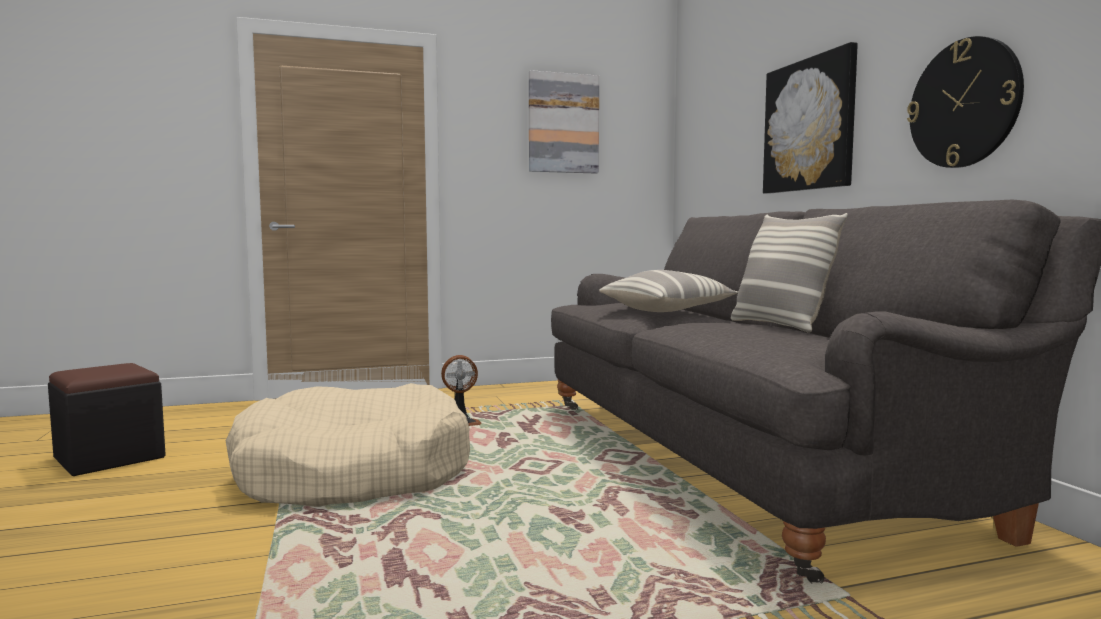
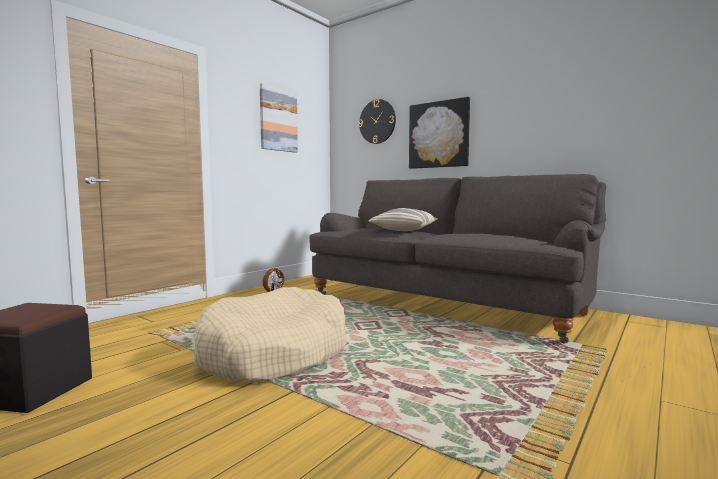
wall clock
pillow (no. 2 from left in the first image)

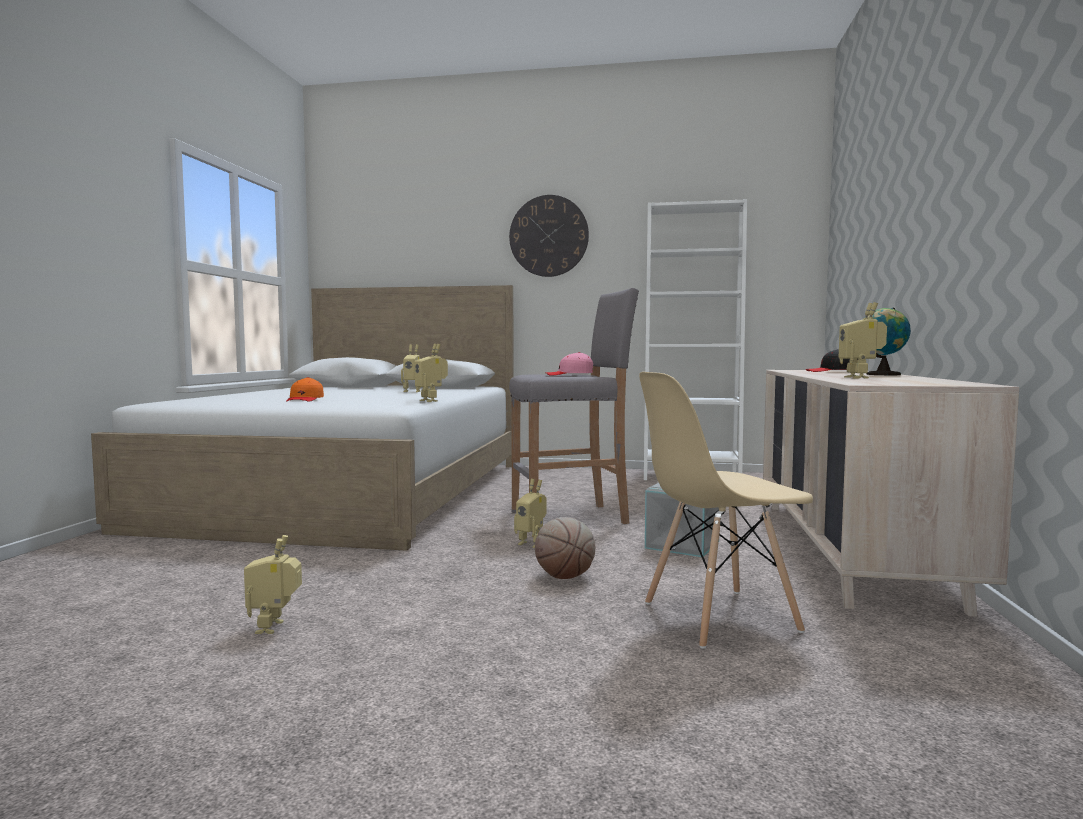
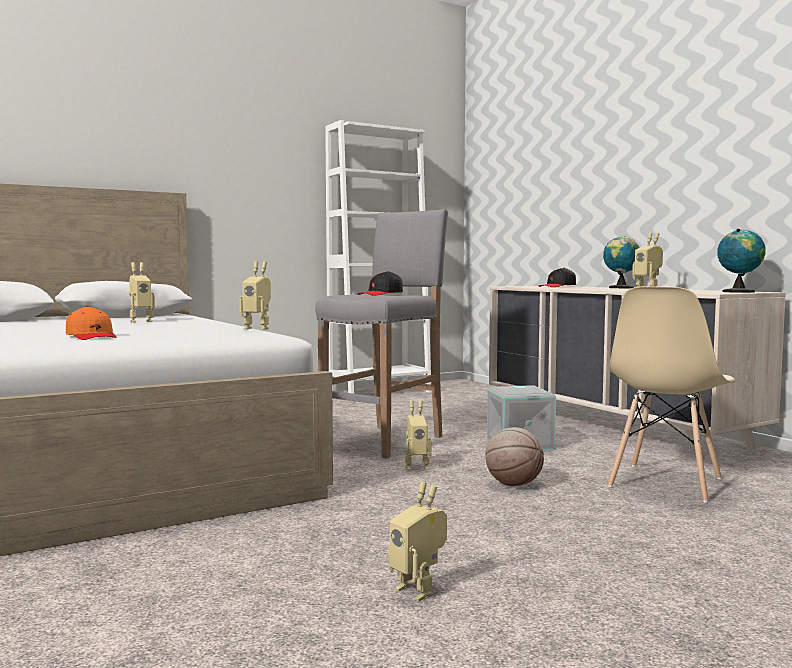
black cap (no. 1 from left)
globe (no. 2 from left)
wall clock

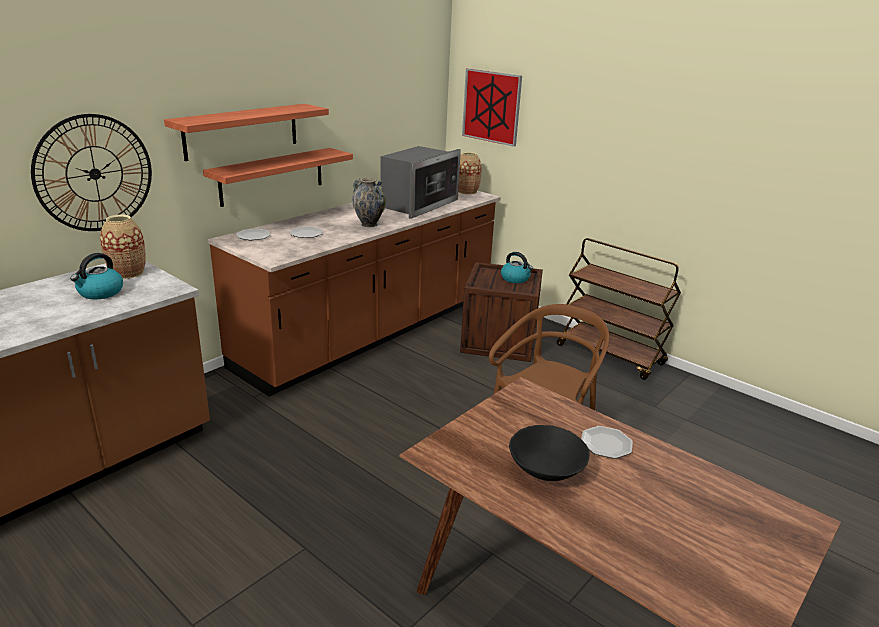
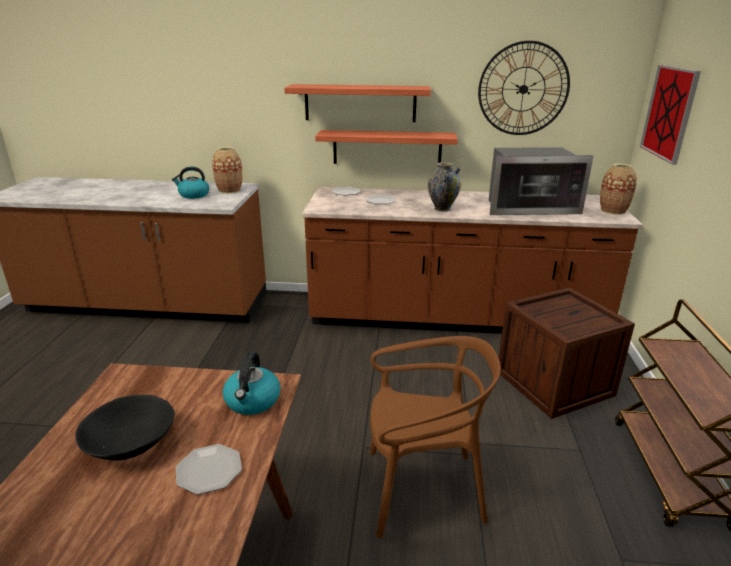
kettle (no. 2 from left)
wall clock

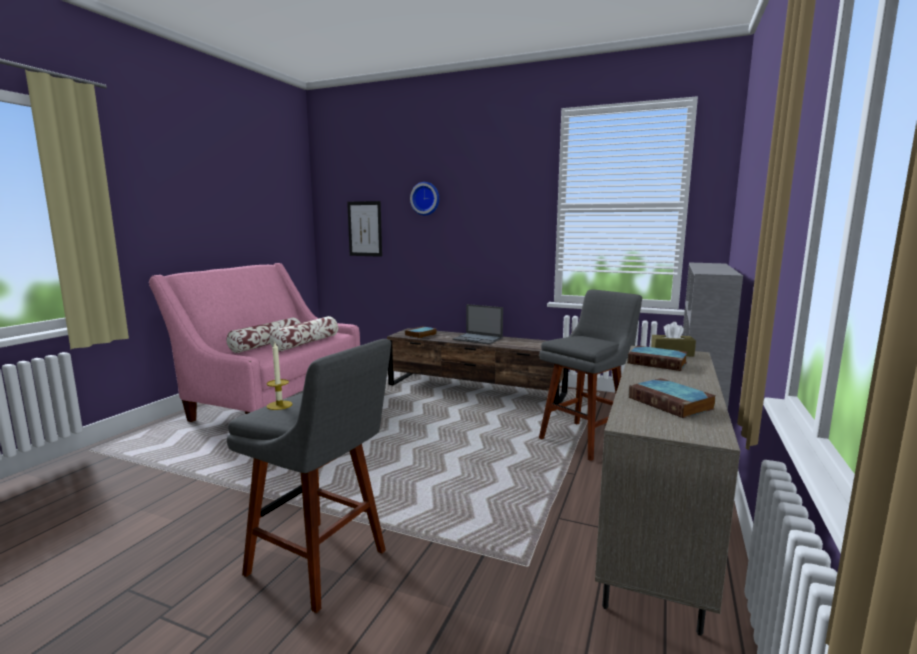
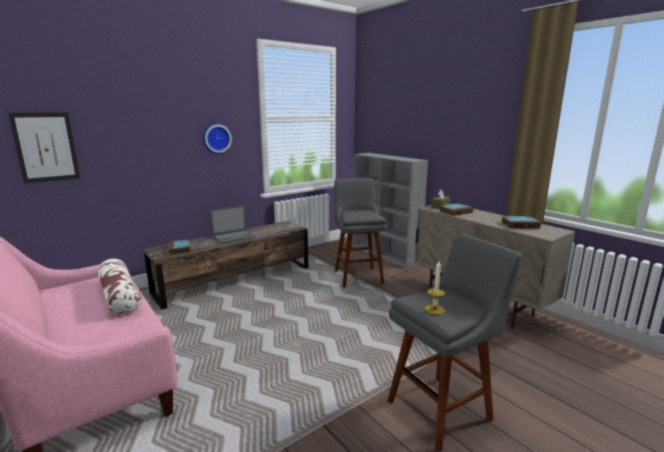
wall clock
pillow (no. 1 from left in the first image)

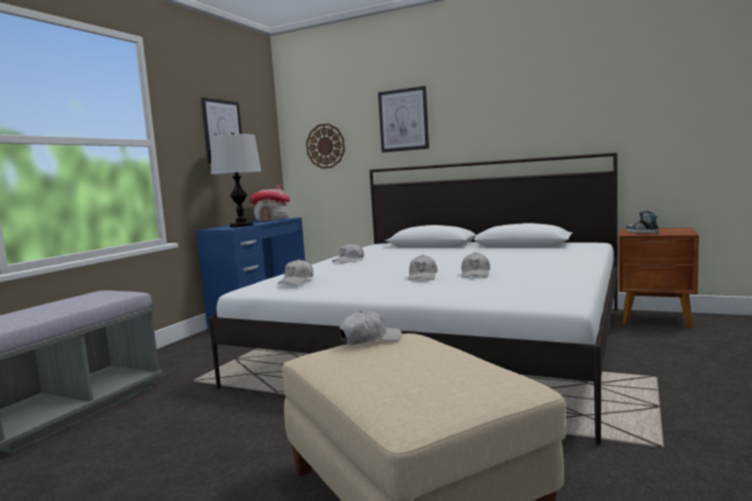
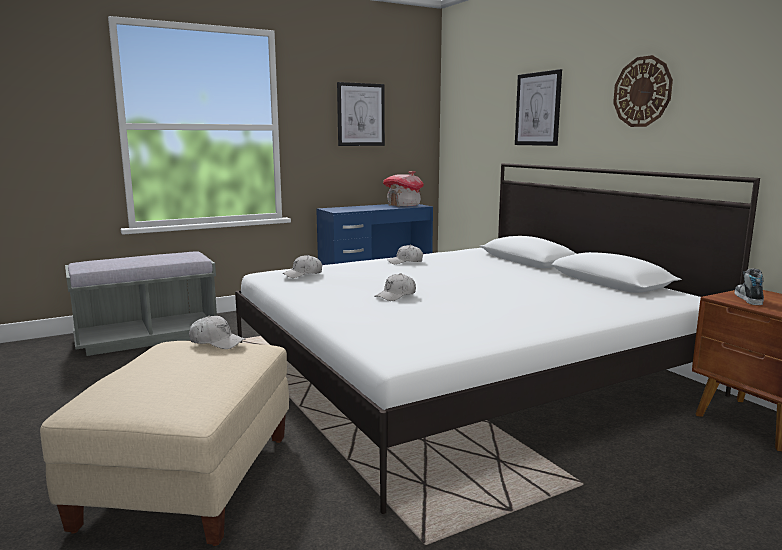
wall clock
table lamp
white cap (no. 5 from left in the first image)

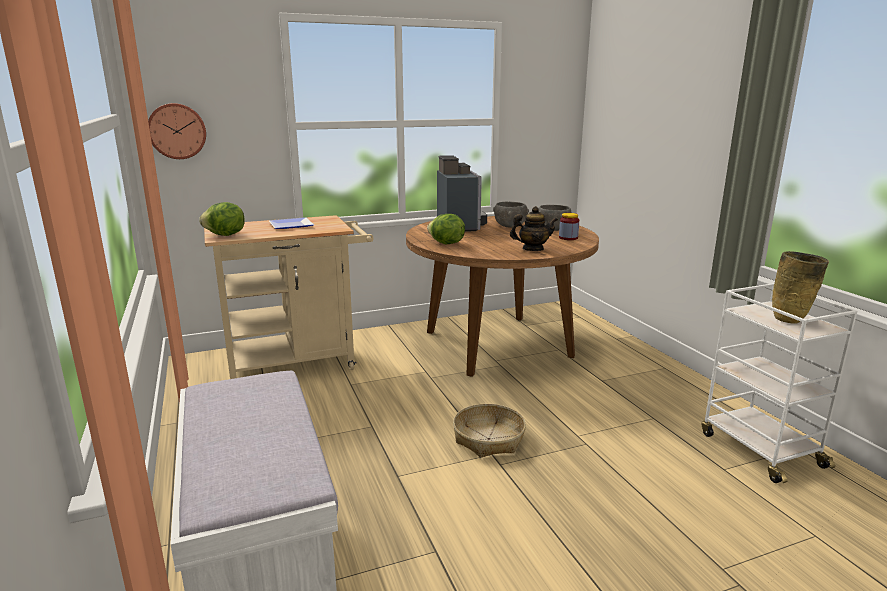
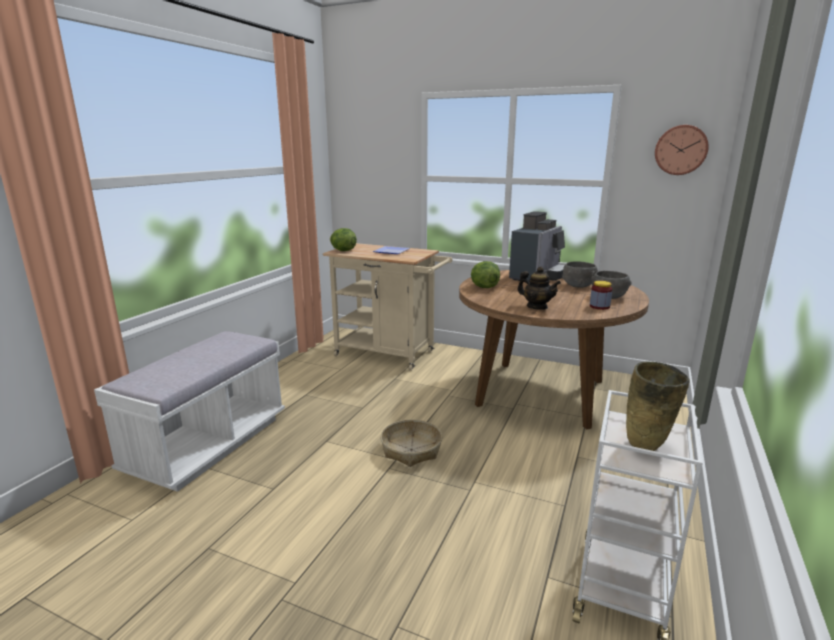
wall clock

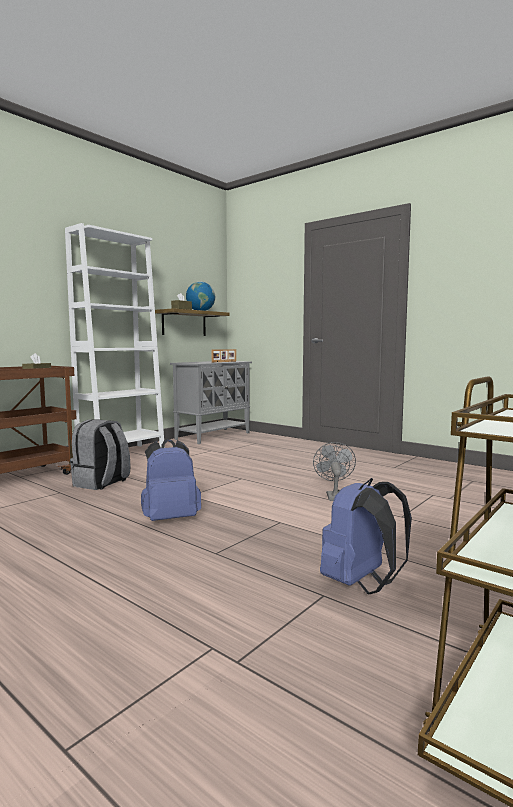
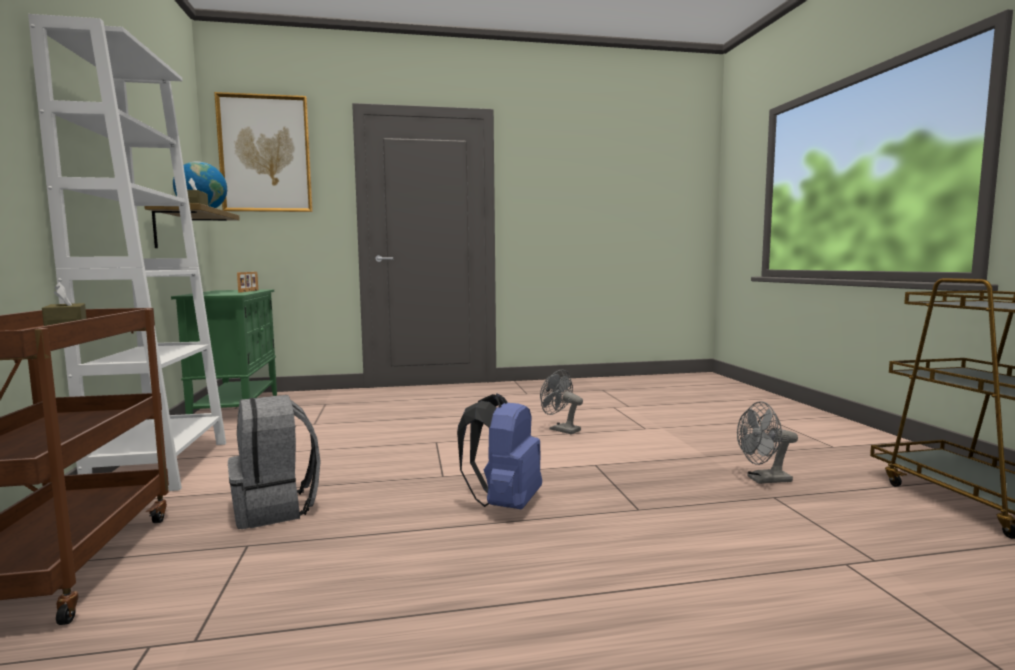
green cabinet
picture
grey fan (no. 2 from left)

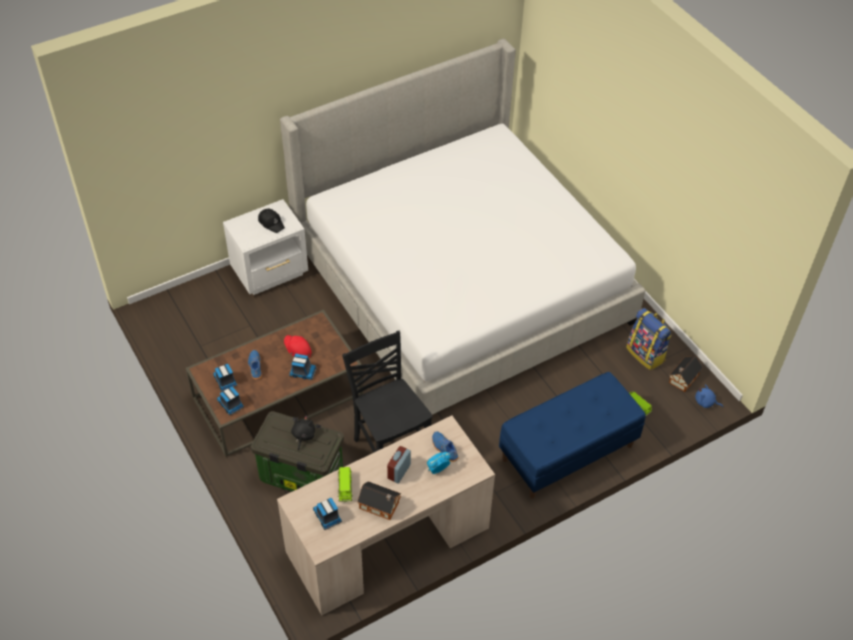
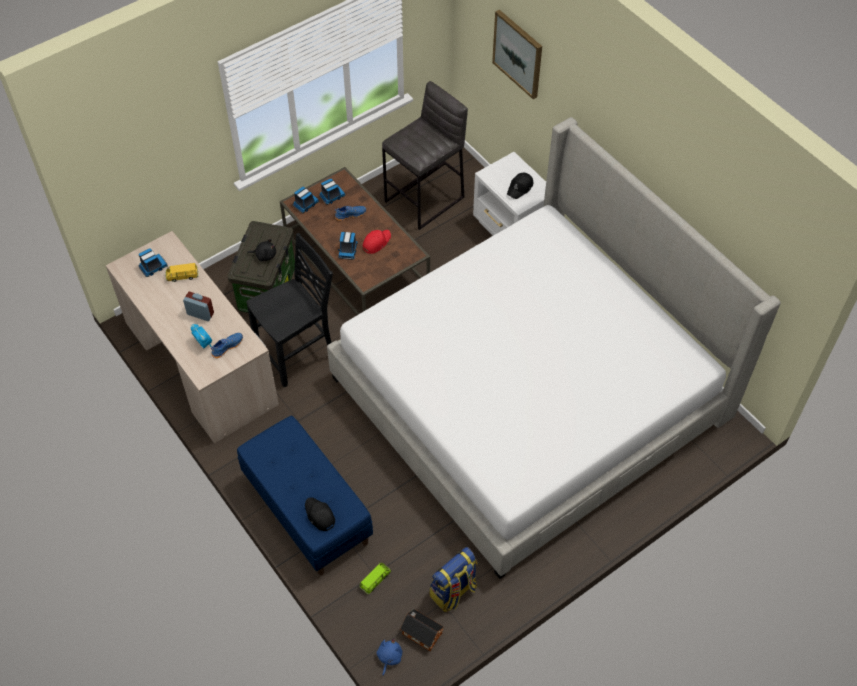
yellow toy car
black cap (no. 1 from left)
grey stool
picture
toy house (no. 1 from left in the first image)

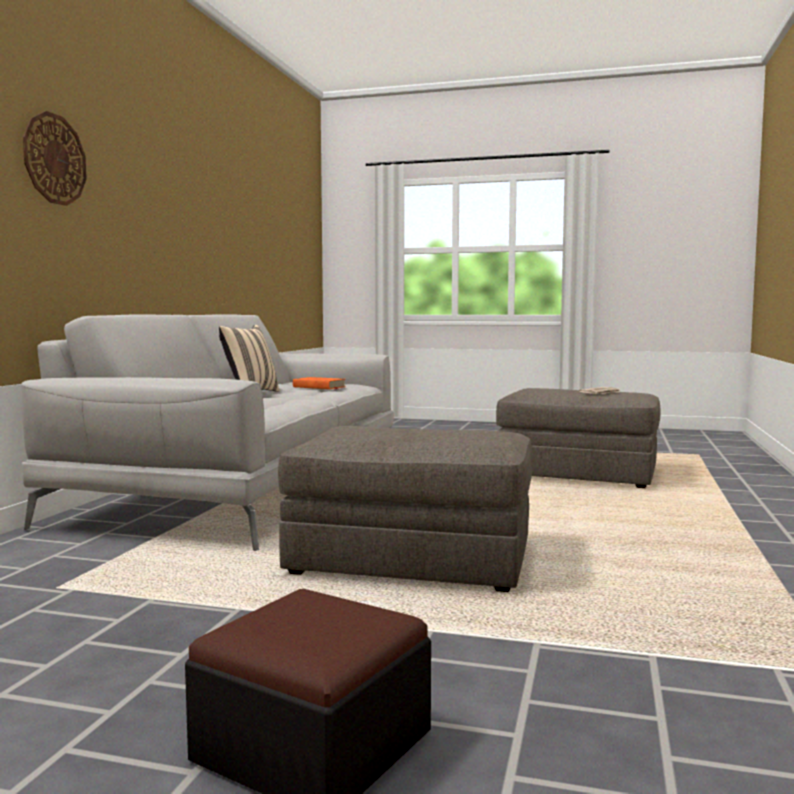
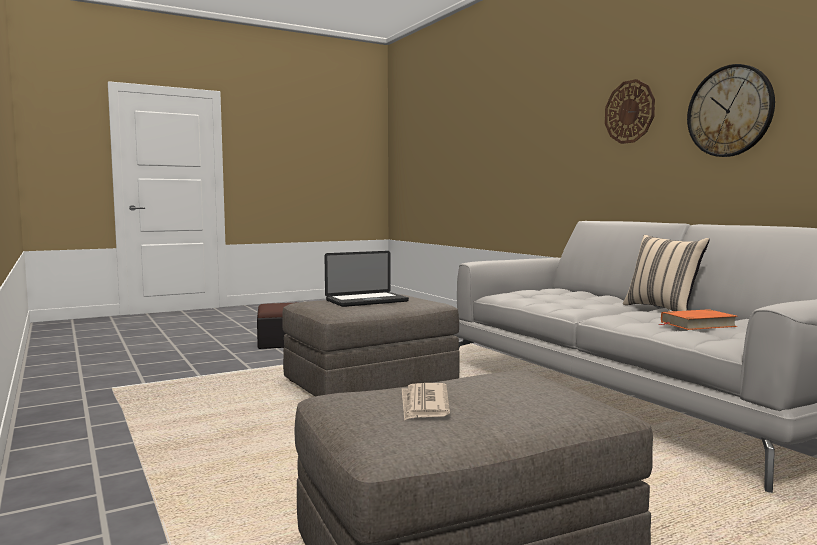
laptop
wall clock (no. 2 from left)

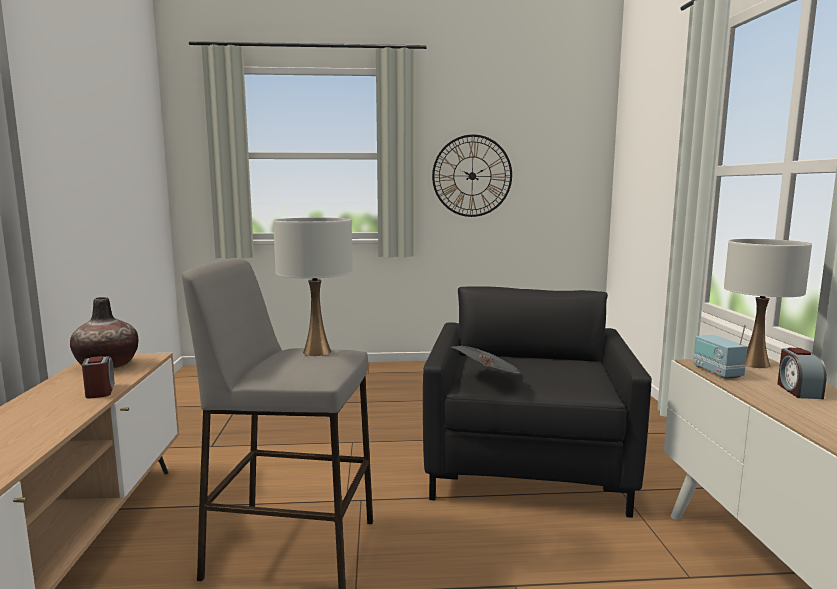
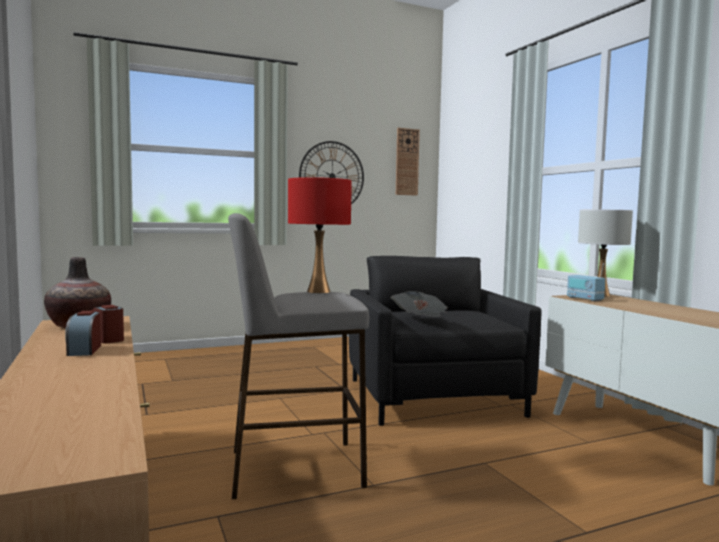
alarm clock (no. 1 from left)
red table lamp
wall clock (no. 2 from left)

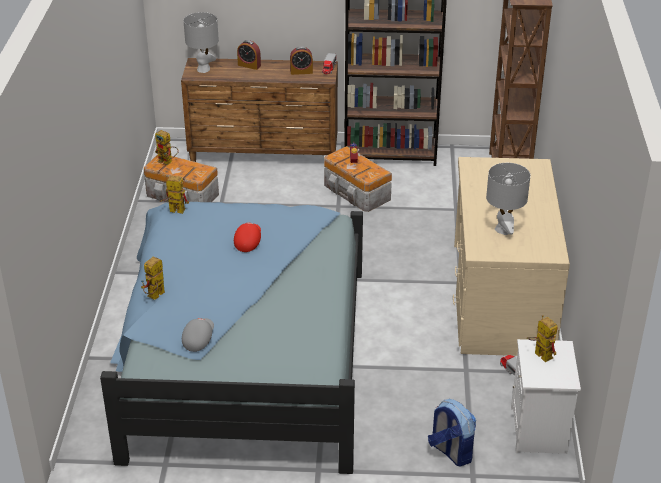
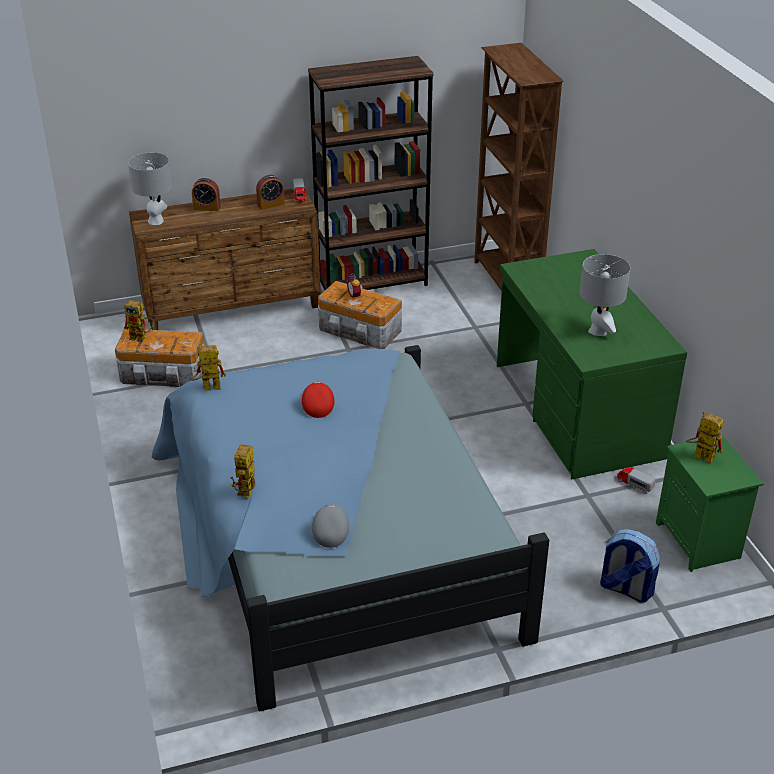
green desk
green nightstand

